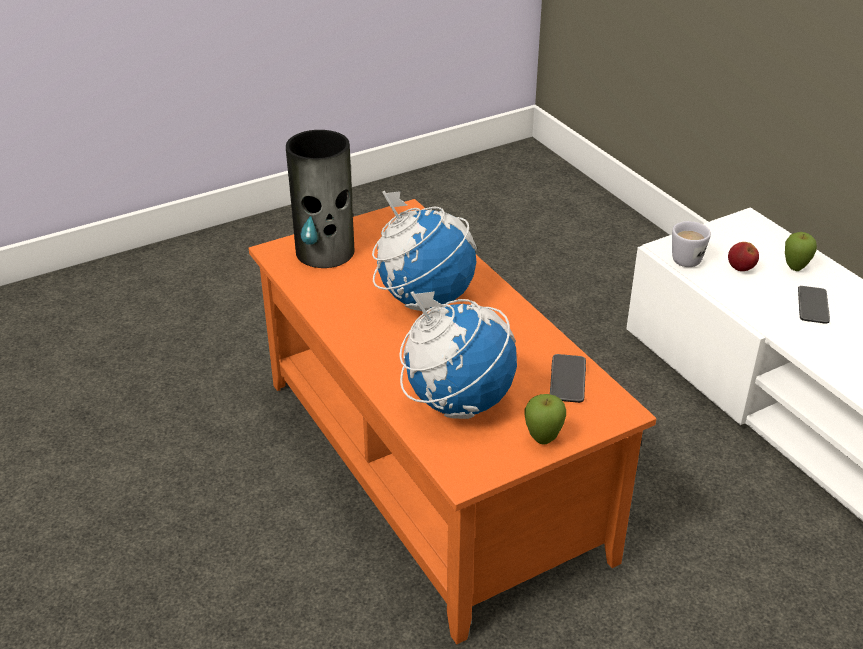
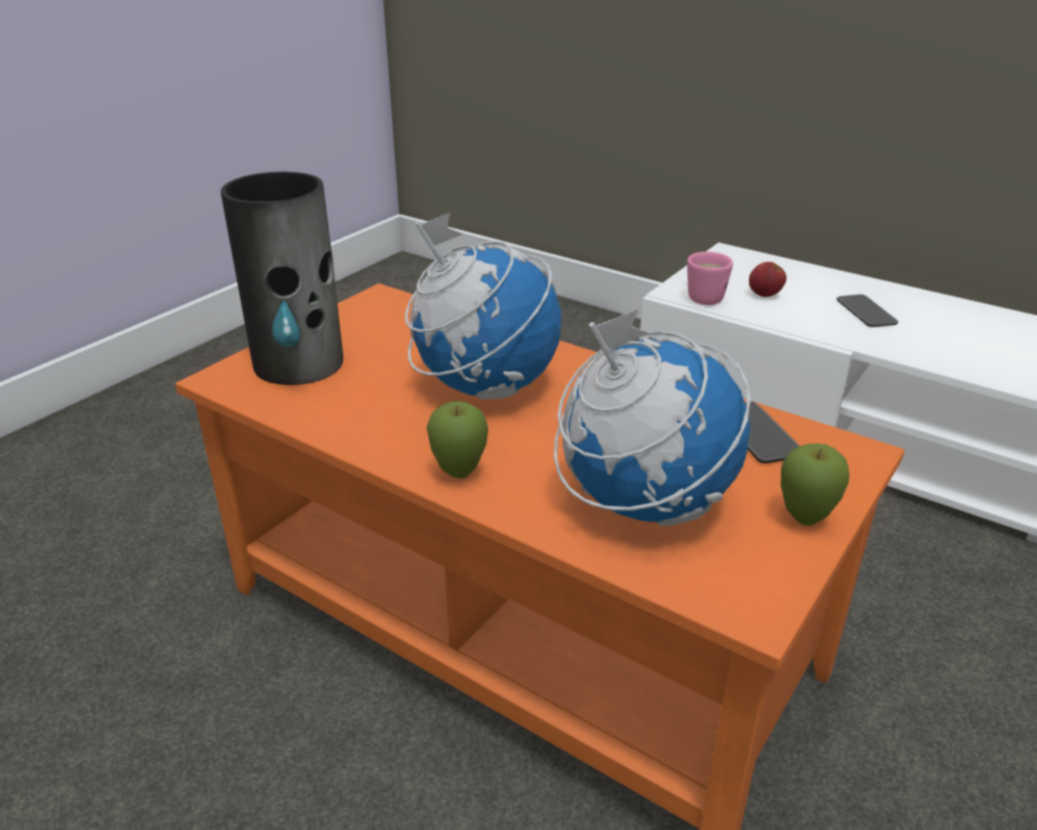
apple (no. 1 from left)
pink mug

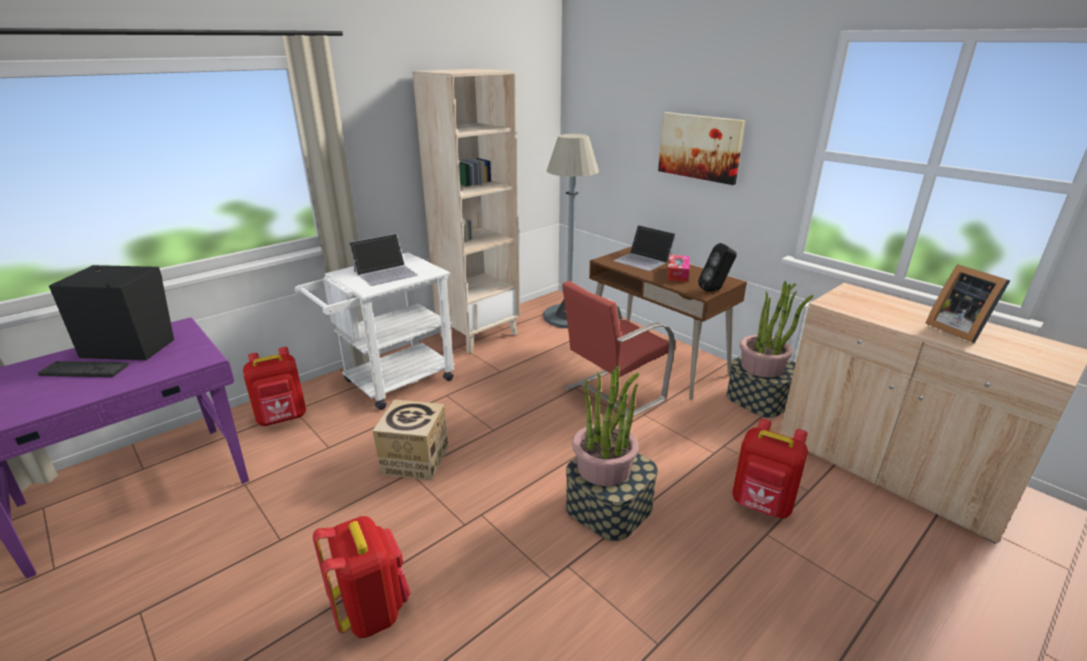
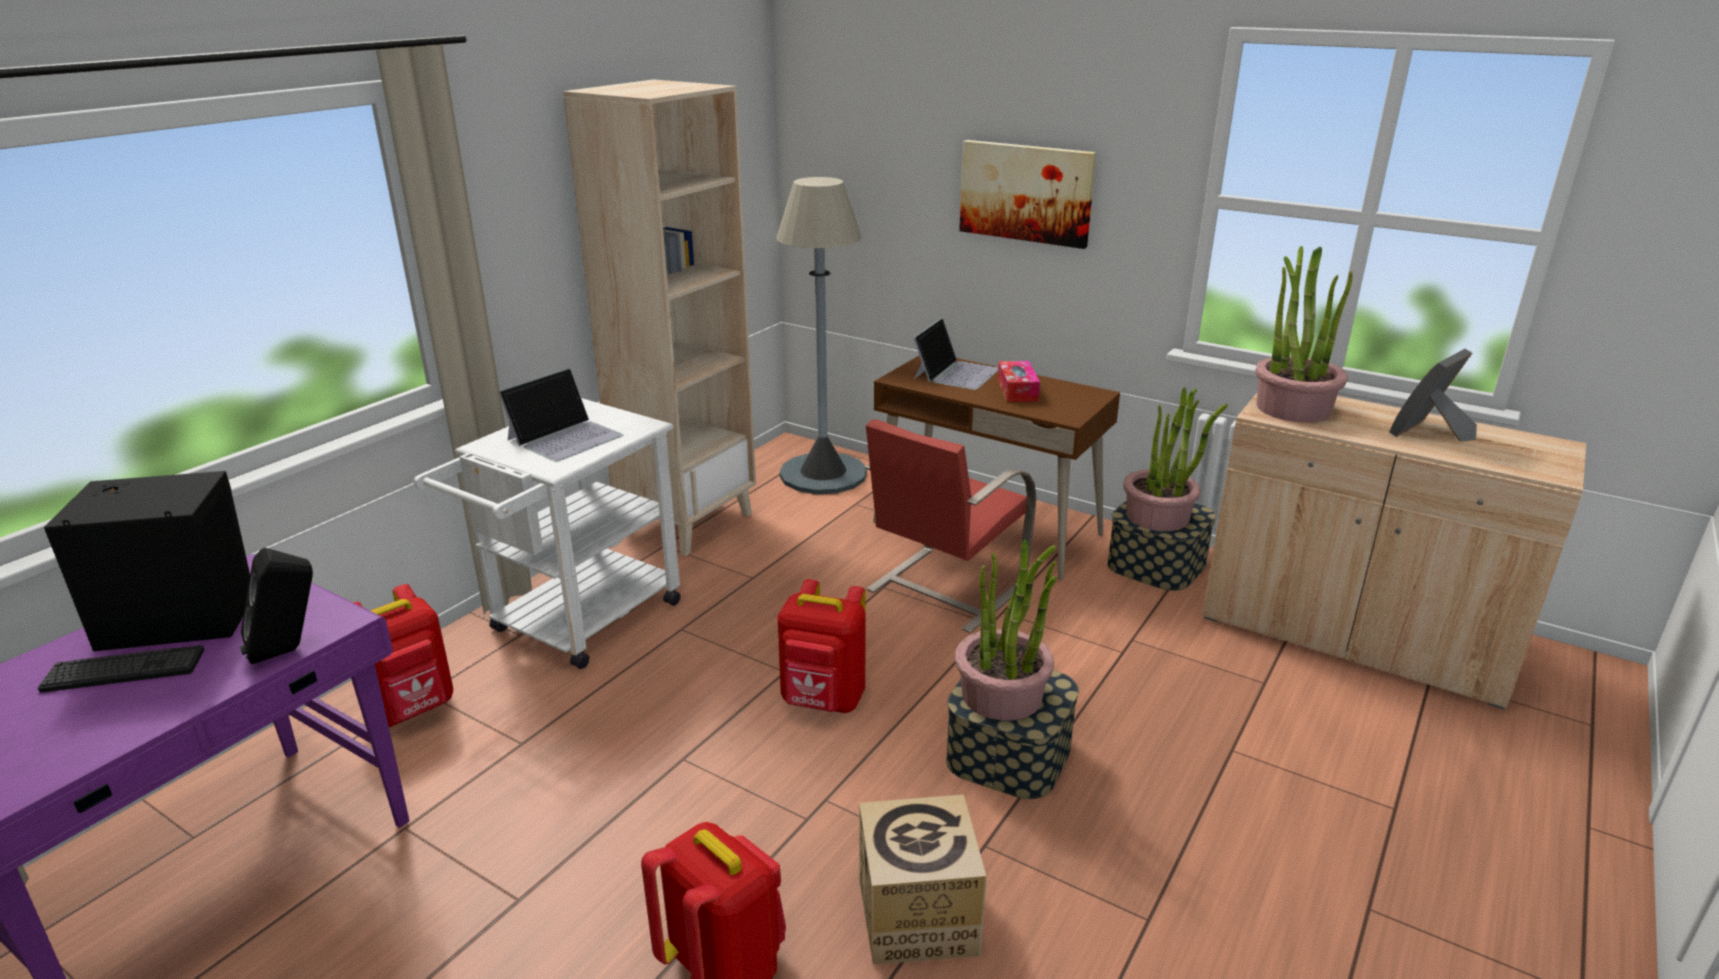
black speaker (no. 2 from left)
red backpack (no. 3 from left)
cardboard box
laptop (no. 2 from left)
potted plant (no. 3 from left)
picture frame

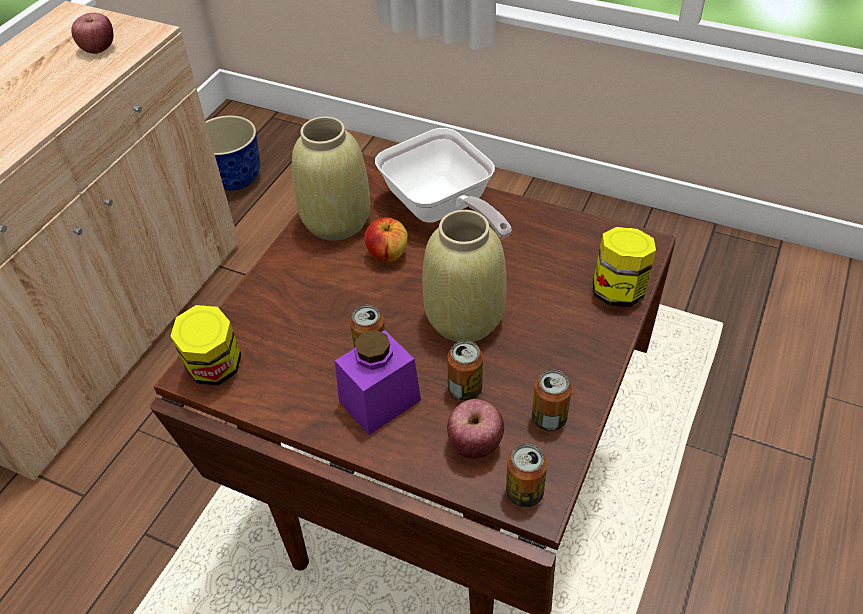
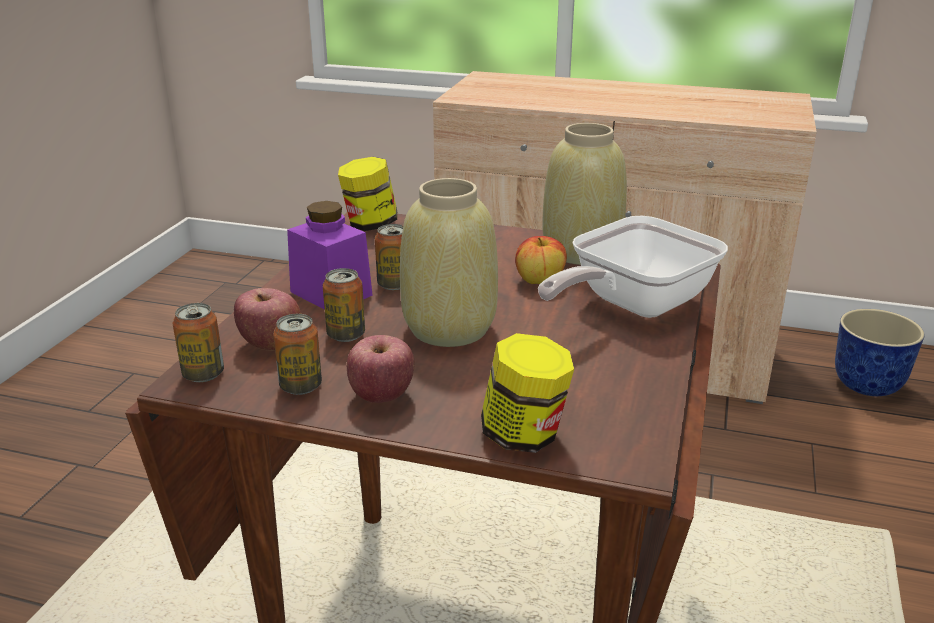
apple (no. 2 from left)

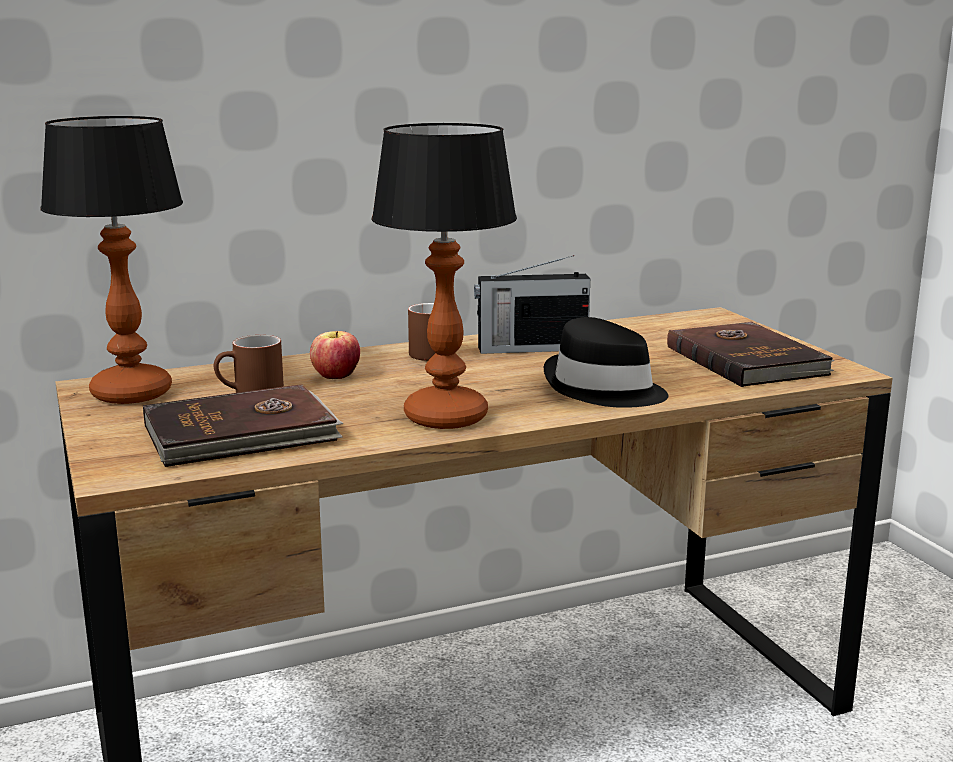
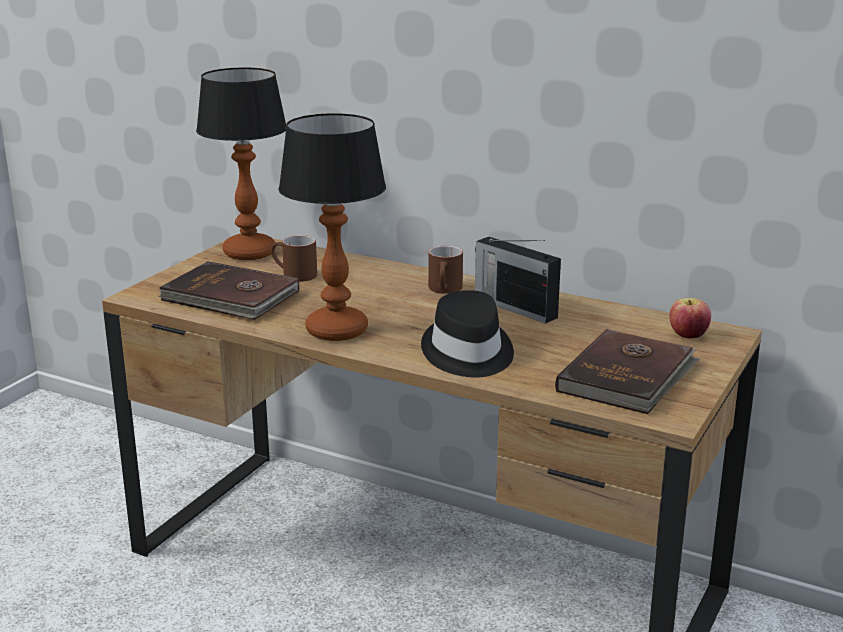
apple

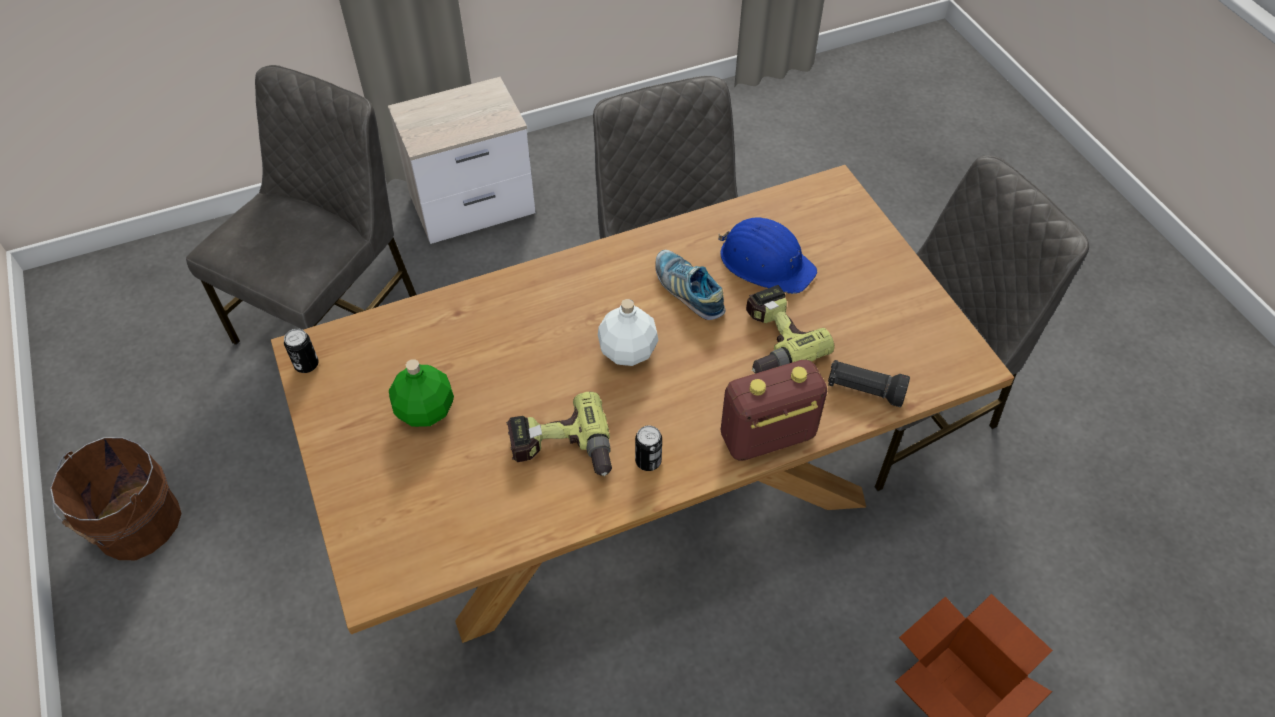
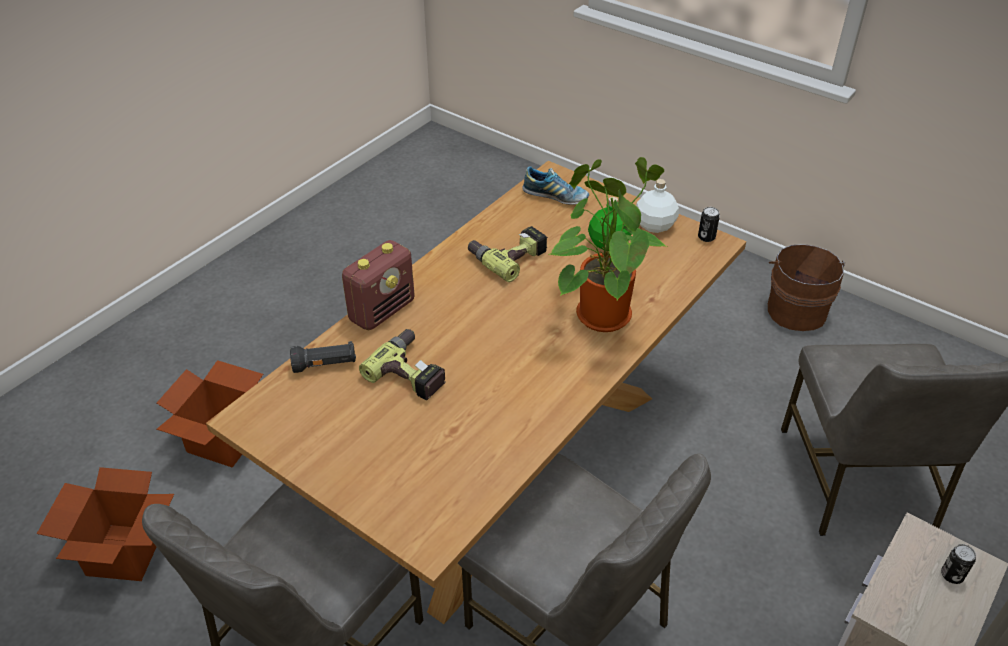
cardboard box (no. 1 from left)
shoe
potted plant
white bottle
can (no. 2 from left)
blue hard hat

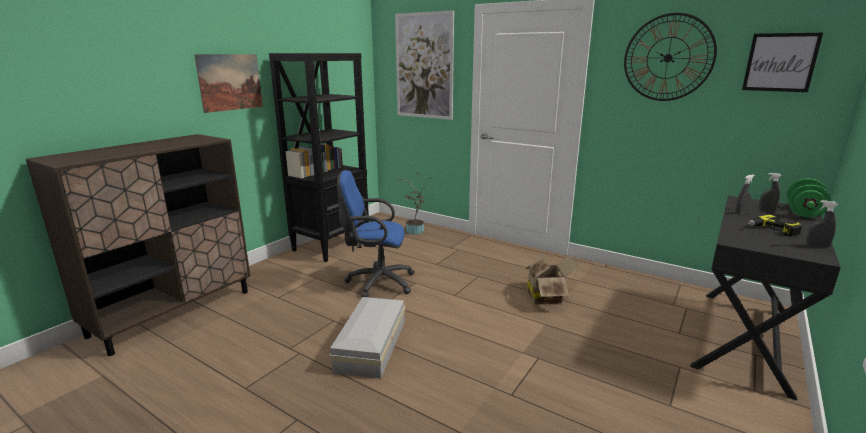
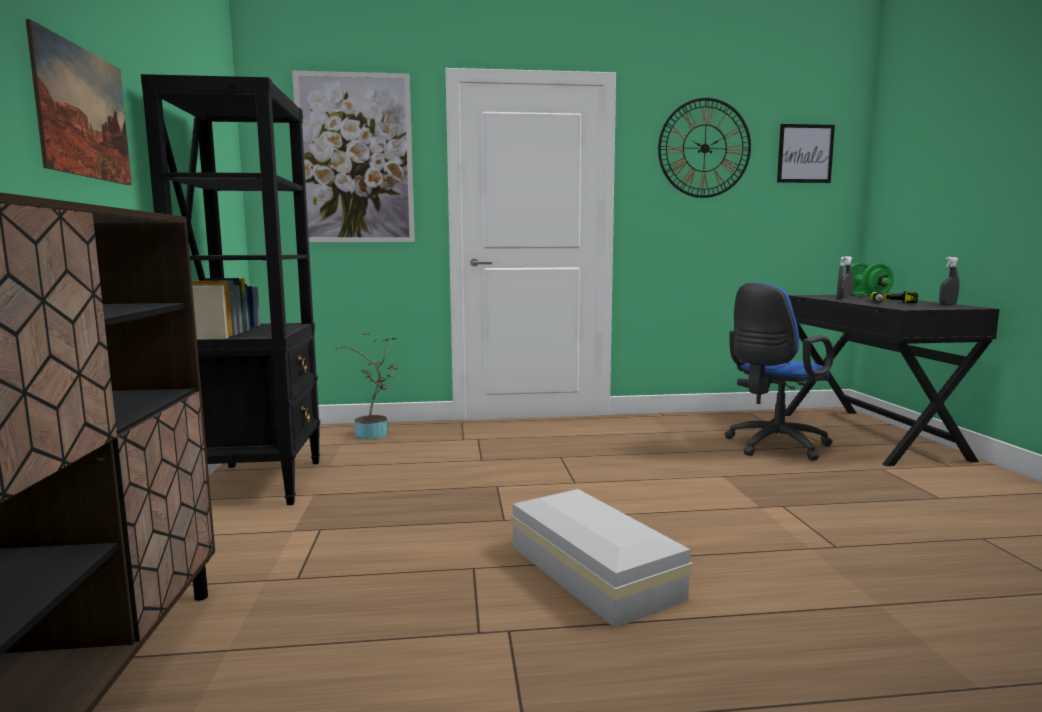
blue office chair
cardboard box

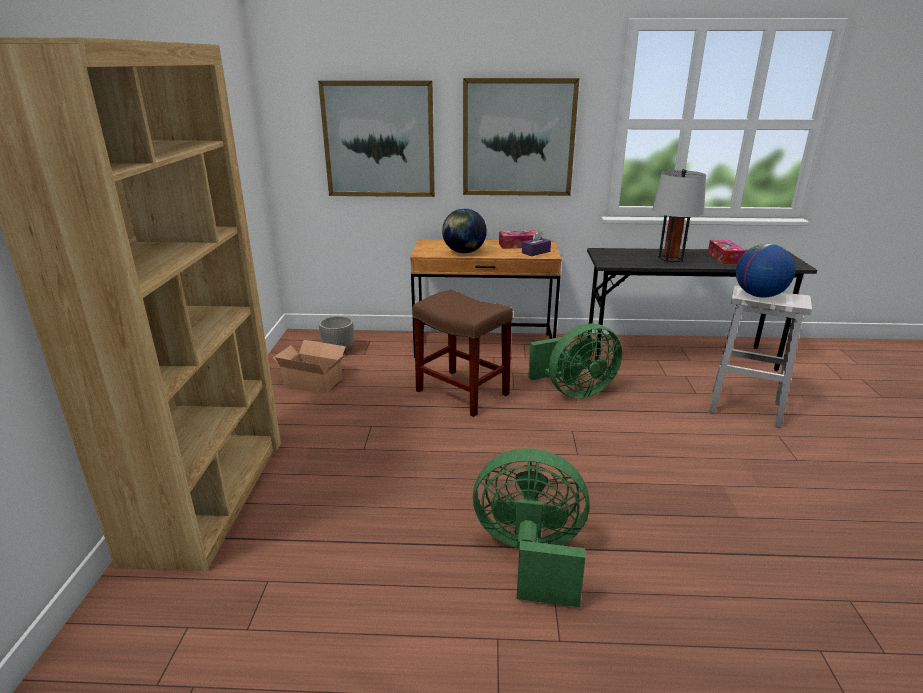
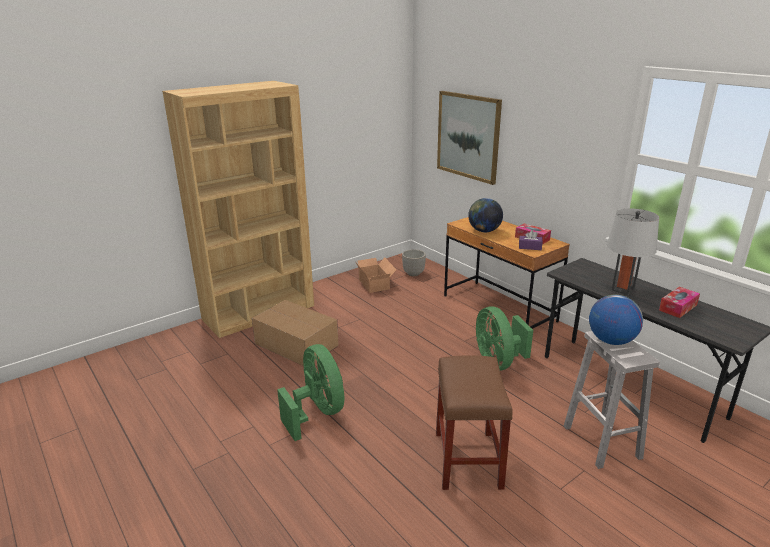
cardboard box (no. 1 from left)
brown stool
green fan (no. 2 from left)
picture (no. 2 from left in the first image)

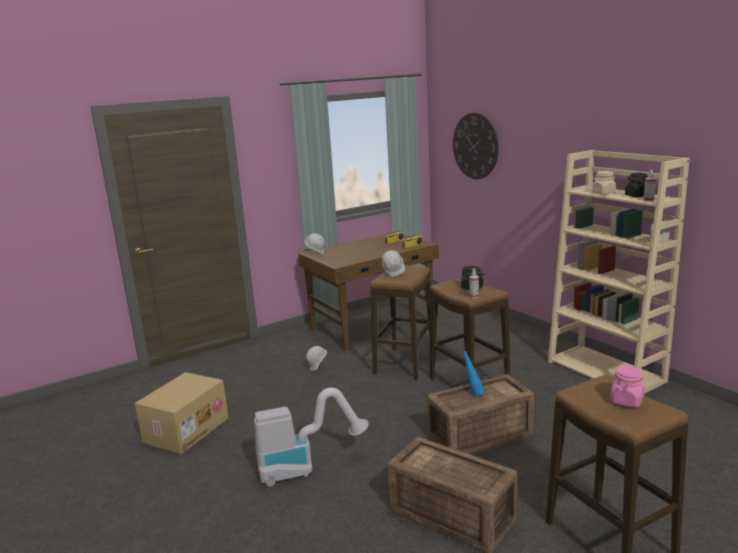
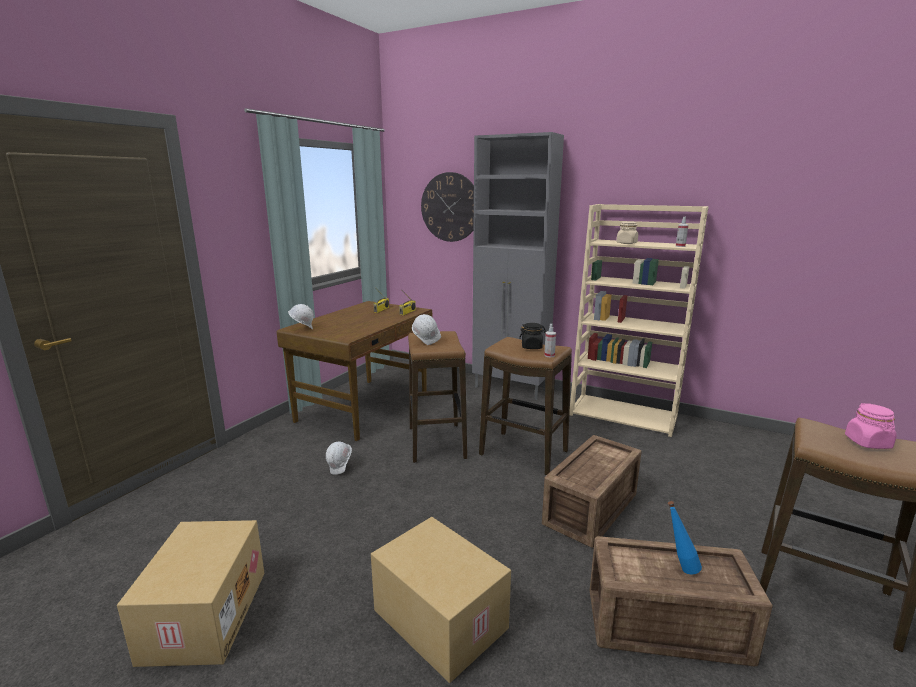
cardboard box (no. 2 from left)
grey cabinet
blue bottle
black jar (no. 2 from left in the first image)

